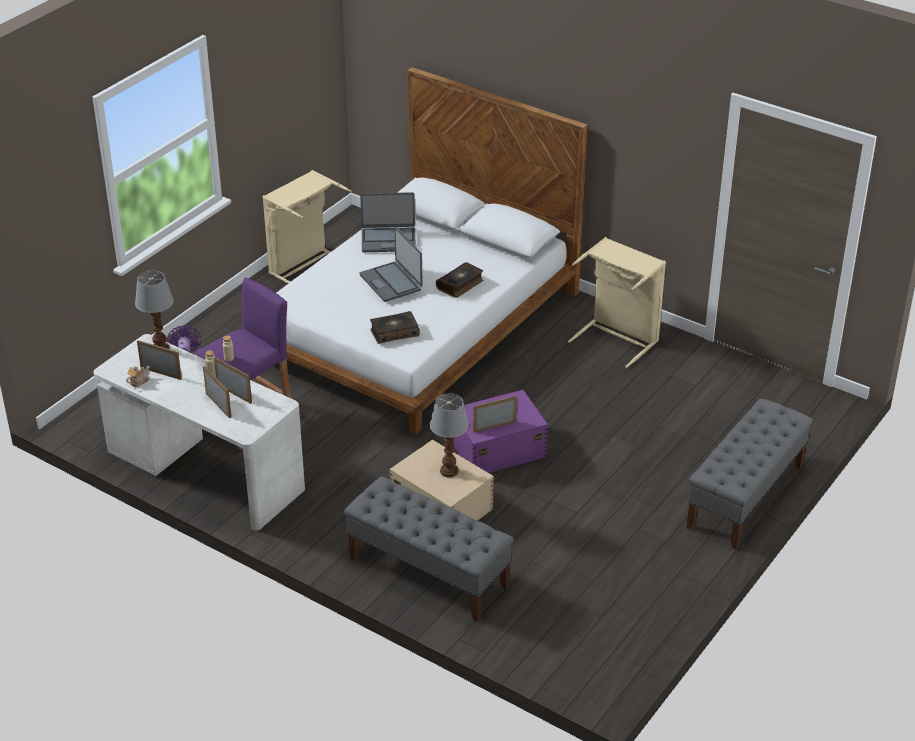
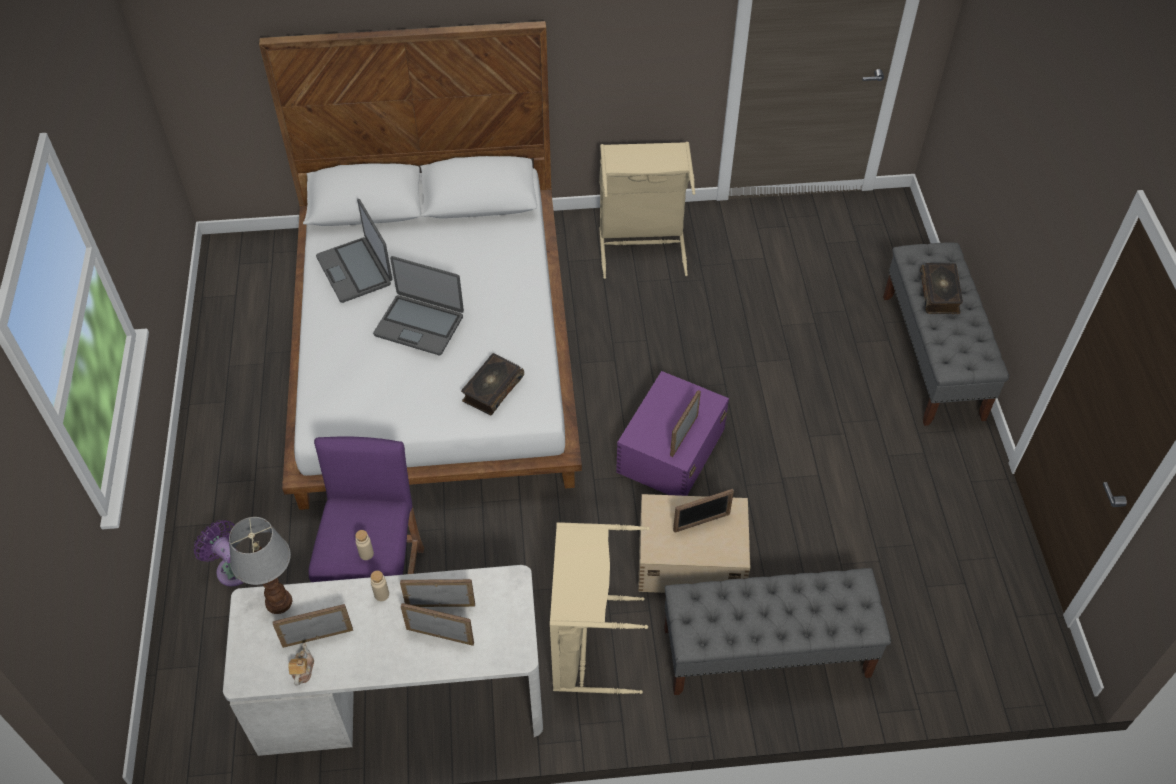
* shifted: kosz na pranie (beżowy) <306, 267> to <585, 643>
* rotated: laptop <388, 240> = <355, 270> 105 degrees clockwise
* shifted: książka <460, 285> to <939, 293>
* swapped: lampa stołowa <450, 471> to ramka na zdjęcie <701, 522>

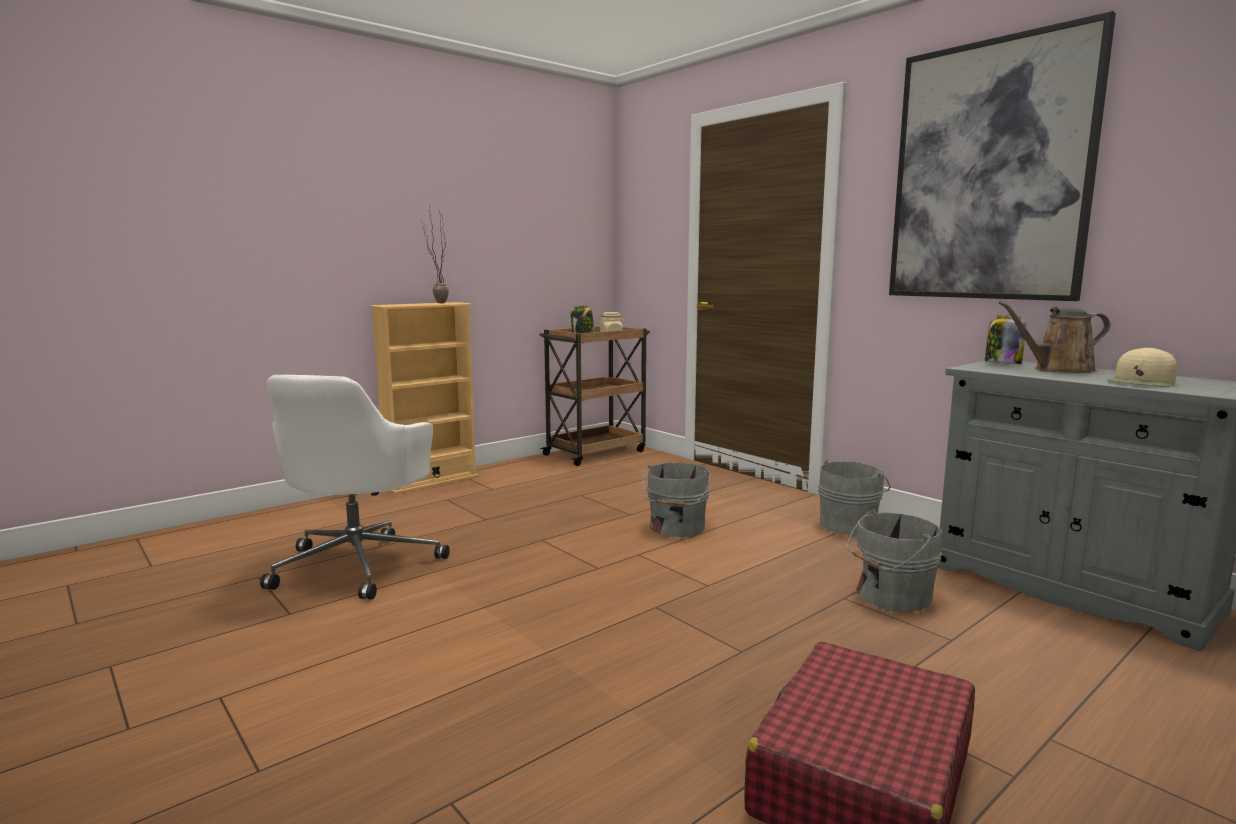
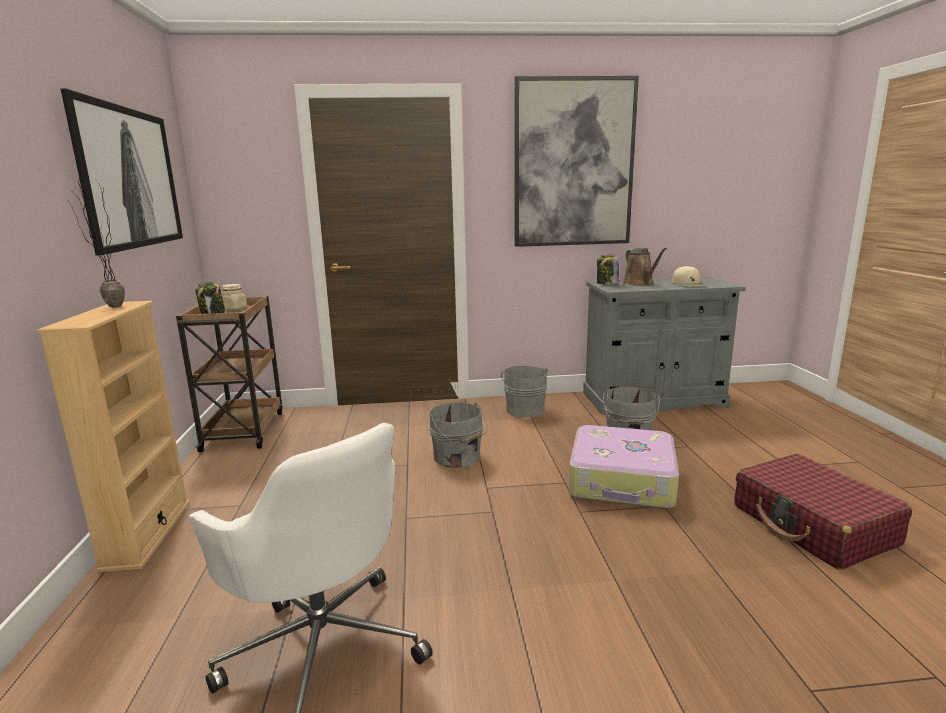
* rotated: konewka (brązowy) <1058, 370> = <640, 283> 45 degrees counterclockwise
* new: obraz <128, 178>
* new: walizka <622, 481>

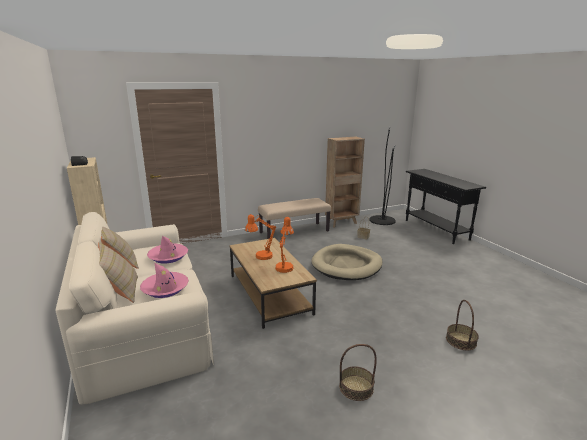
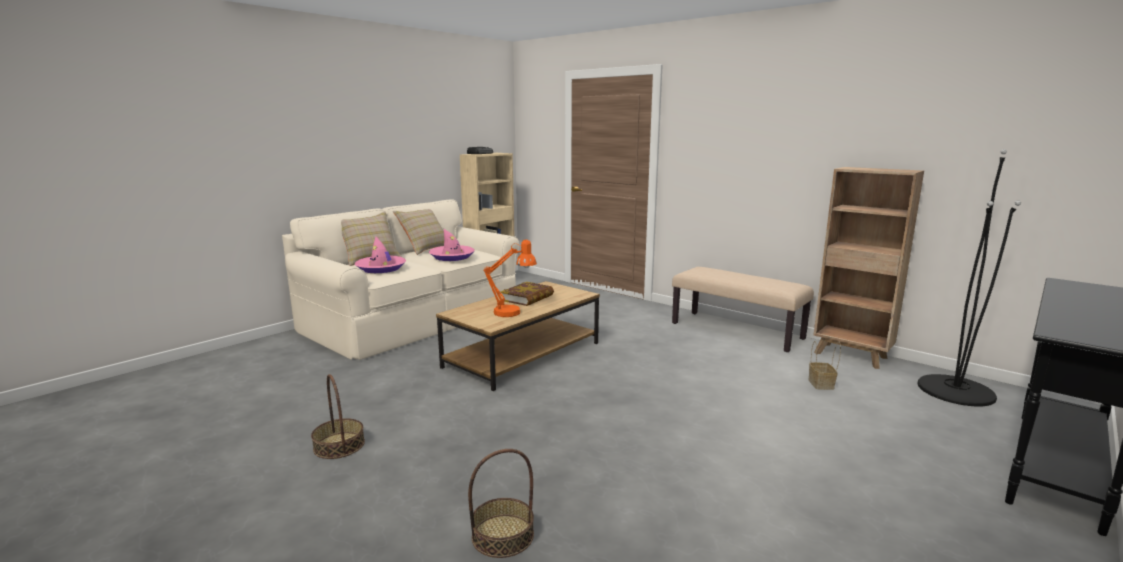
* swapped: lampa stołowa (pomarańczowy) <260, 257> to książka <527, 298>
* gone: legowisko (beżowy) <347, 265>

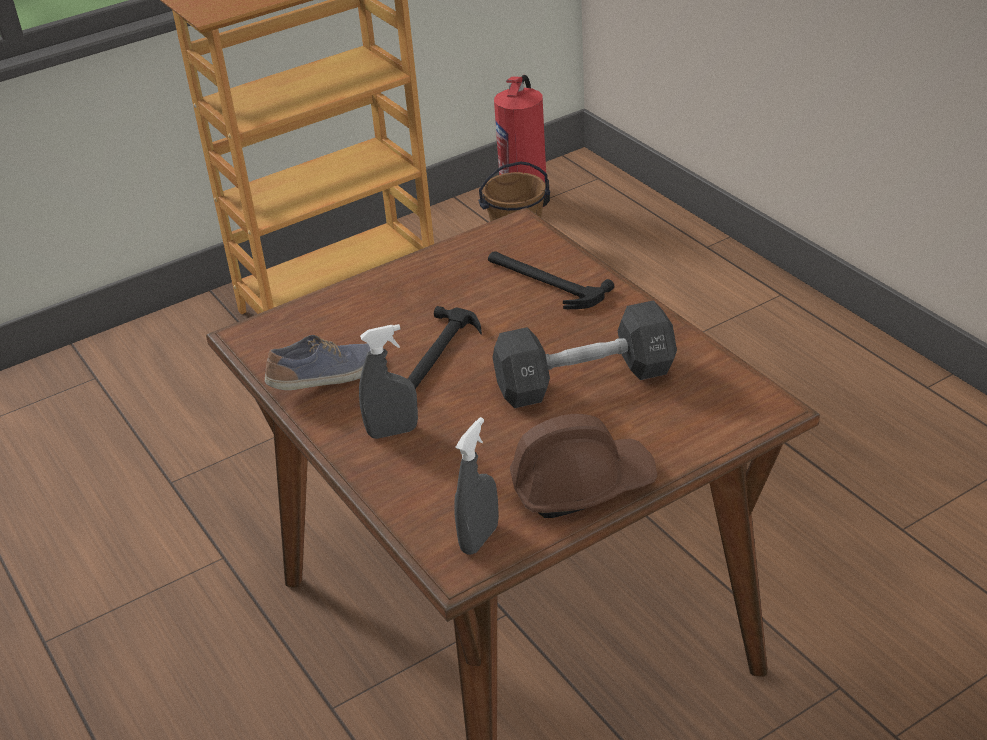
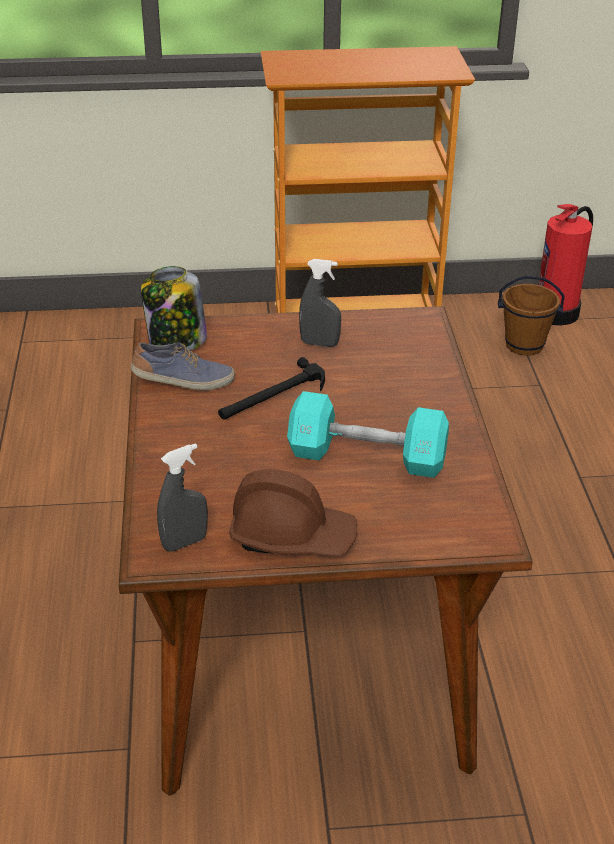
* gone: młotek <543, 282>
* repainted: hantel (czarny) <585, 380> to hantel (turkusowy) <367, 456>
* shifted: spryskiwacz (szary) <392, 432> to <319, 343>
* new: słoik <176, 341>

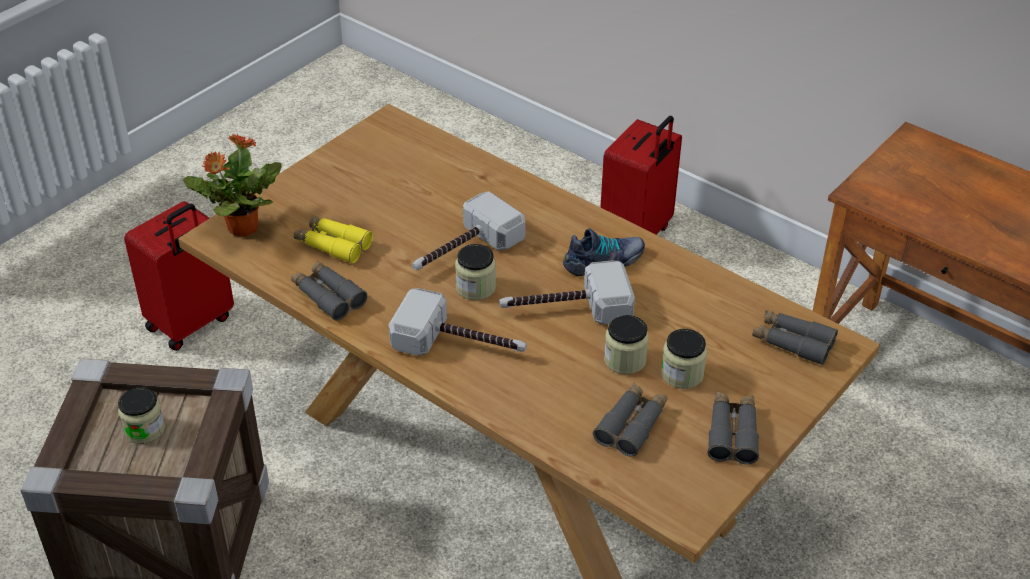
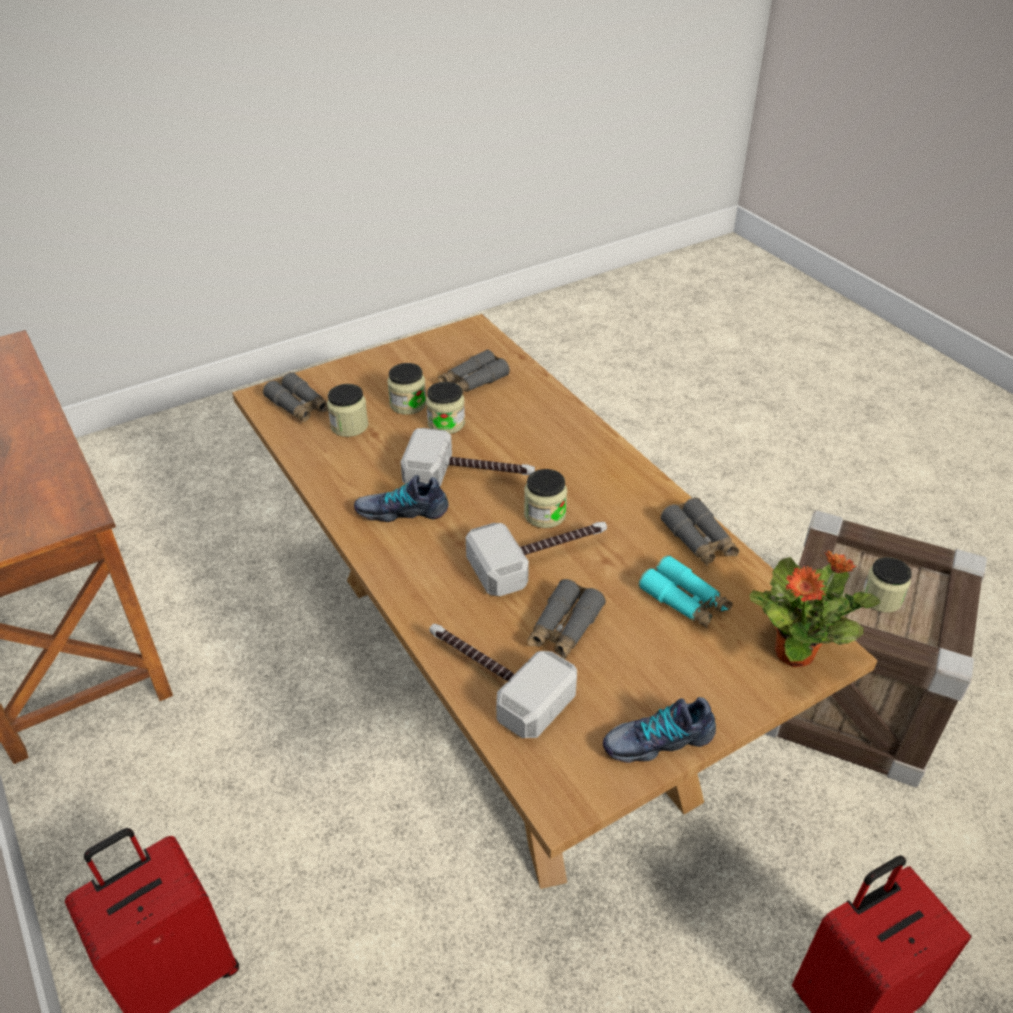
* repainted: lornetka (żółty) <333, 245> to lornetka (turkusowy) <684, 601>
* shifted: młotek <461, 344> to <493, 678>
* shifted: lornetka (szary) <732, 433> to <564, 628>
* new: słoik <349, 426>
* new: but <657, 740>

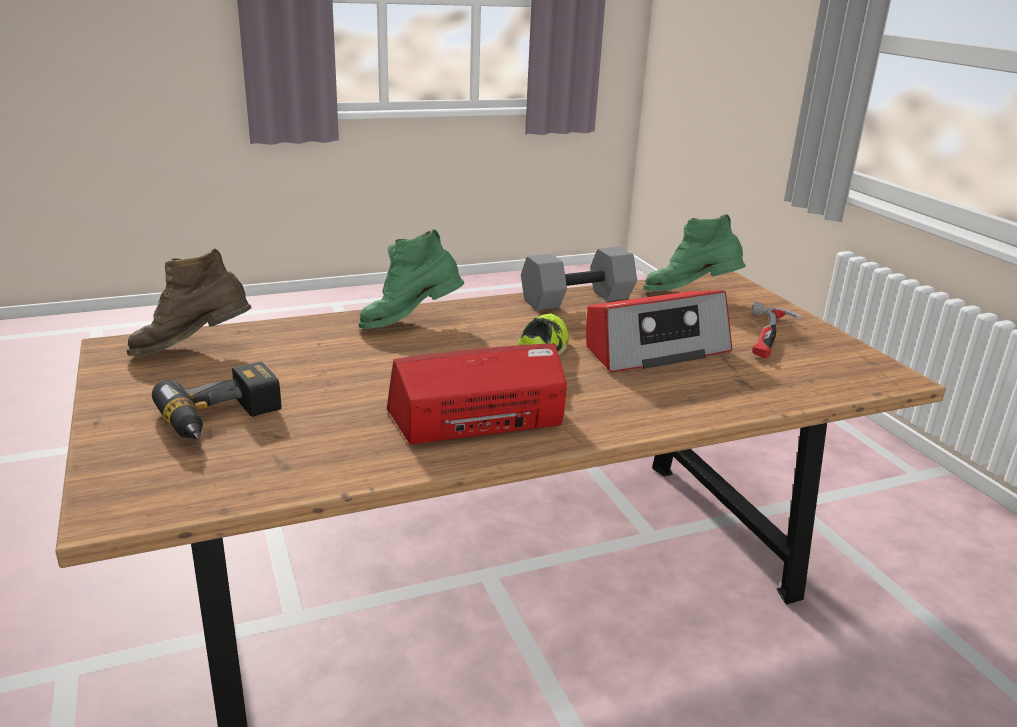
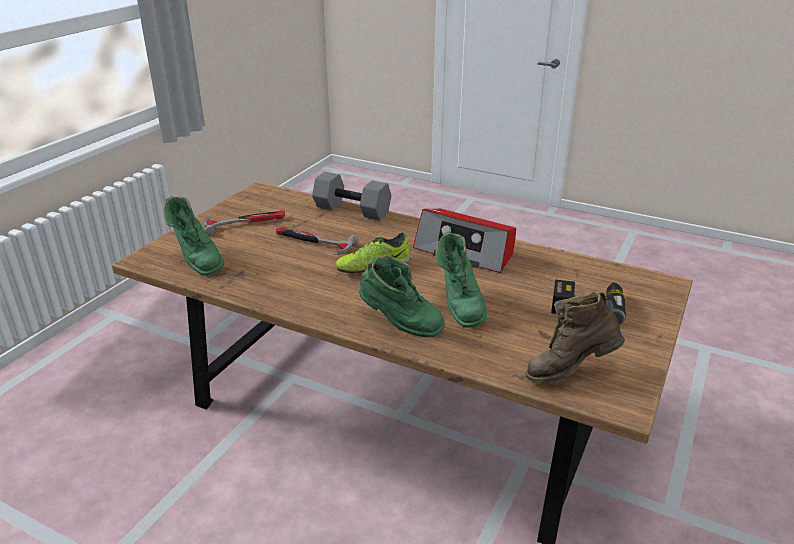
* shifted: hantel (szary) <577, 299> to <351, 210>
* rotated: but z cholewką (brązowy) <193, 351> = <569, 371> 135 degrees clockwise
* swapped: radio <654, 349> to młotek <313, 243>
* new: but z cholewką (zielony) <459, 306>

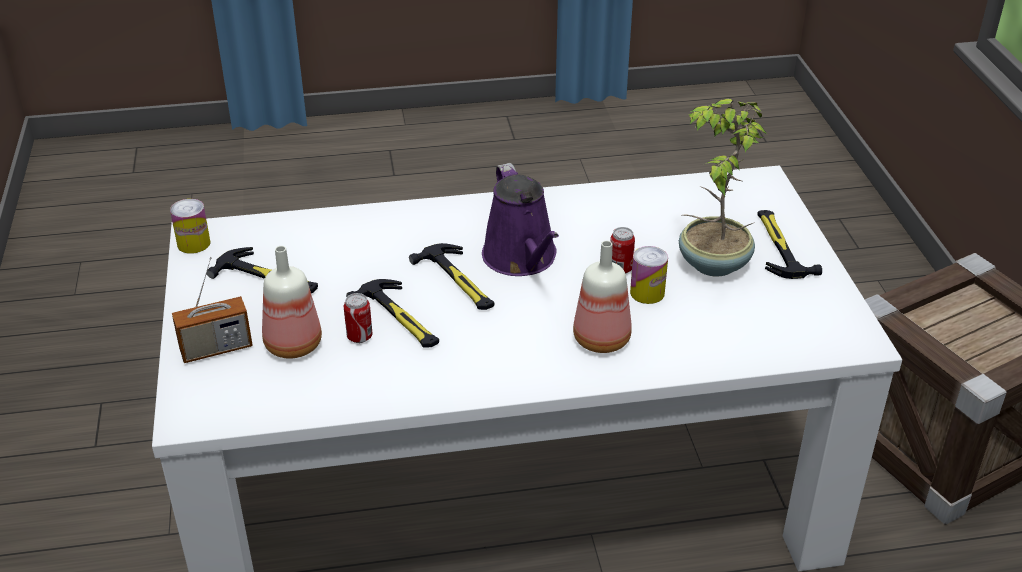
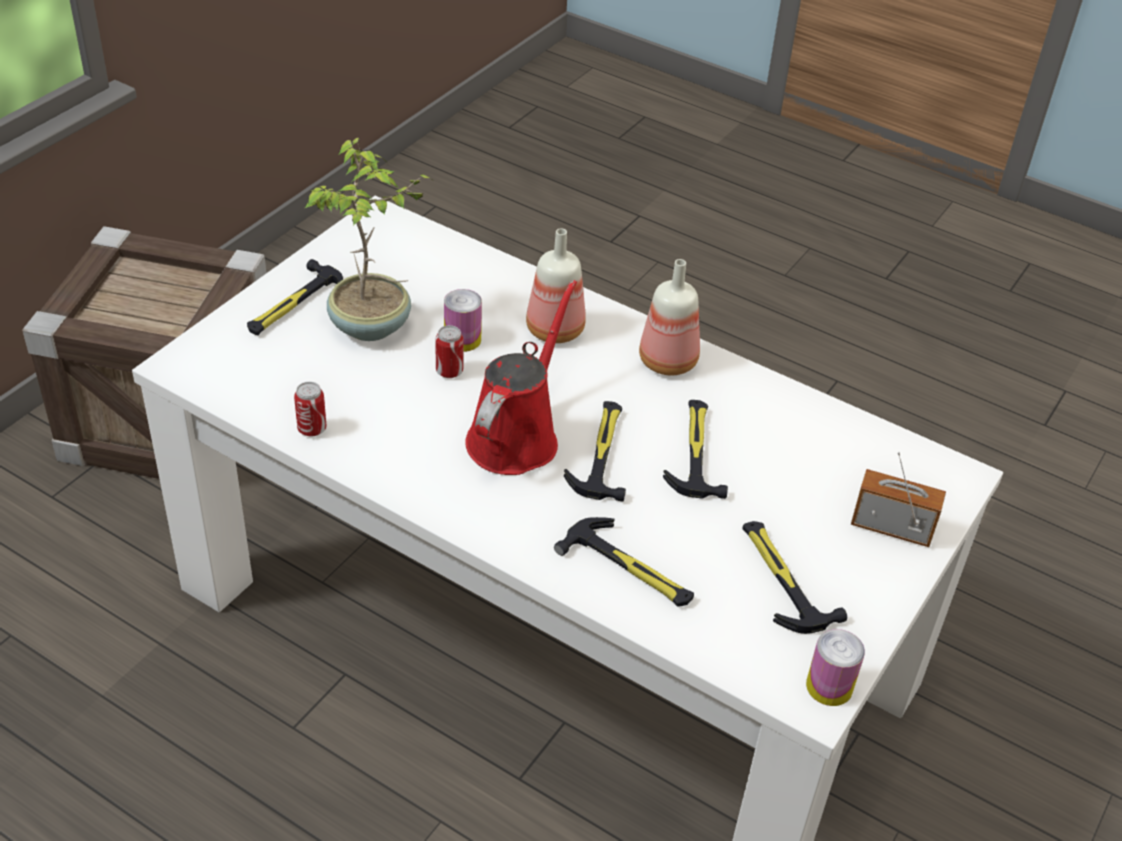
* repainted: konewka (fioletowy) <522, 259> to konewka (czerwony) <516, 436>
* shifted: butelka <292, 346> to <669, 361>
* shifted: puszka <359, 337> to <312, 429>
* new: młotek <629, 568>

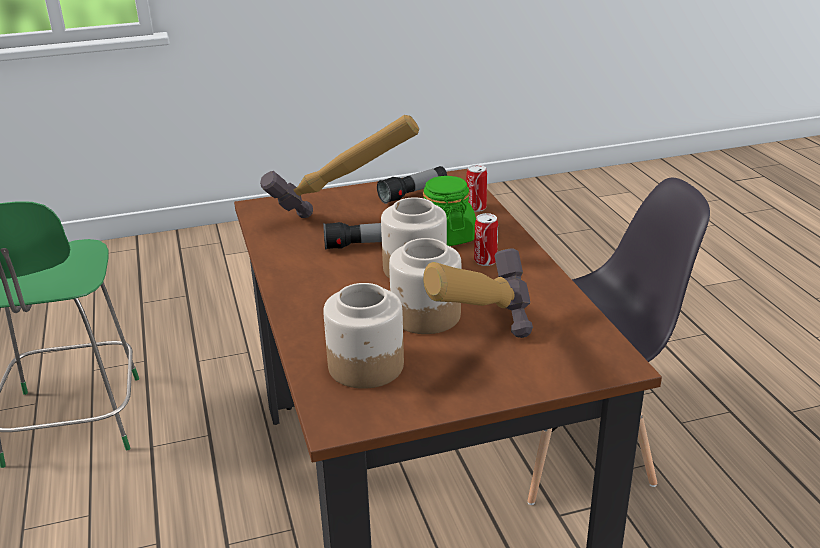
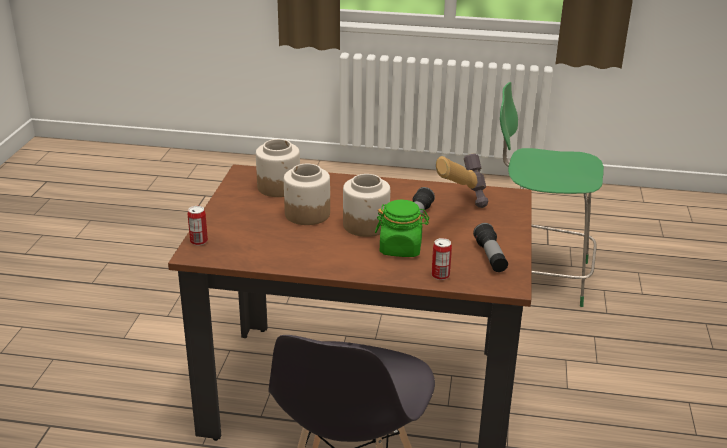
* shifted: puszka <485, 261> to <199, 241>
* gone: młotek <475, 354>

